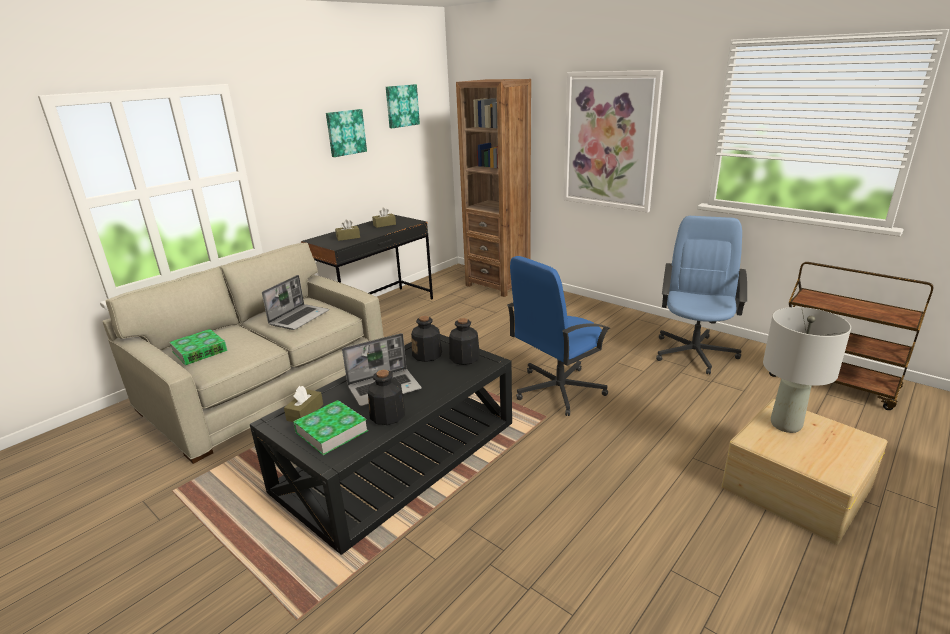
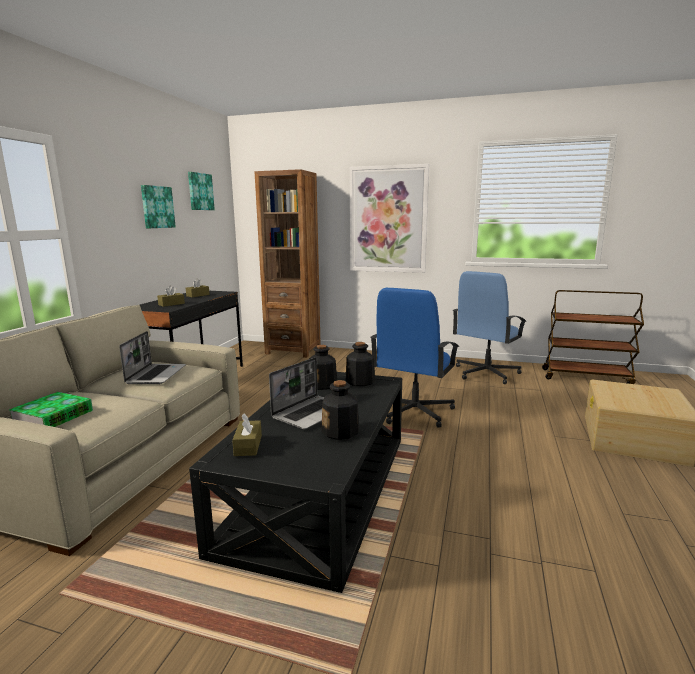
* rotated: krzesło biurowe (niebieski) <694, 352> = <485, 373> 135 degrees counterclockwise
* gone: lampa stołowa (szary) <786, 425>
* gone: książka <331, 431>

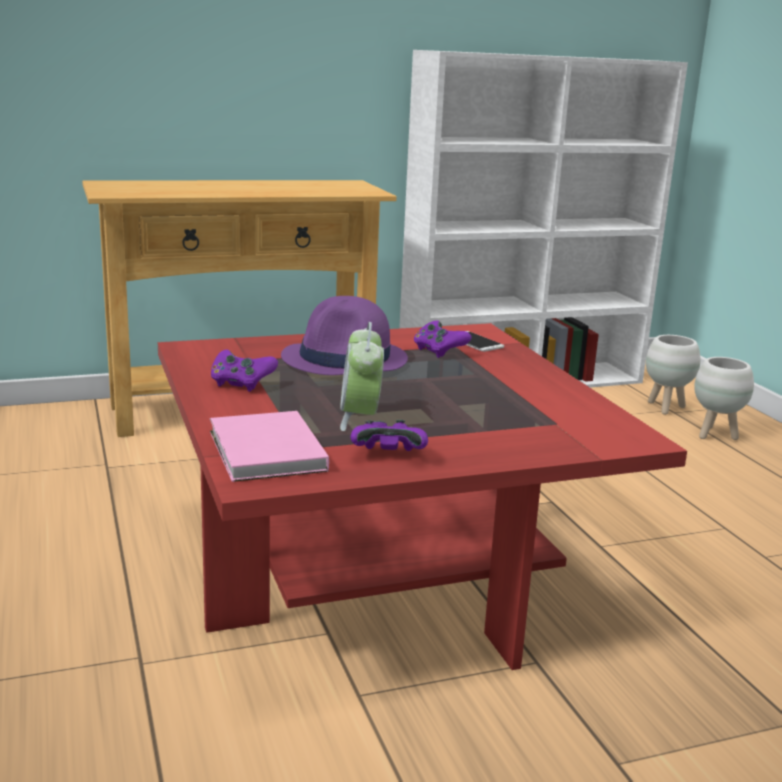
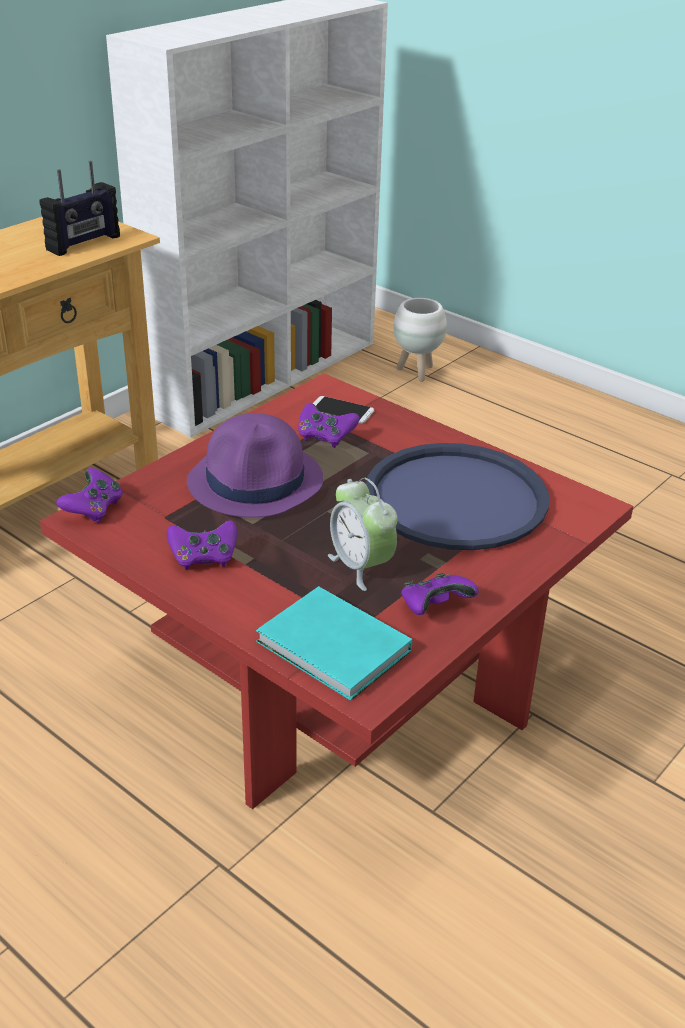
* gone: donica (biały) <715, 435>
* repainted: książka (różowy) <265, 452> to książka (turkusowy) <335, 649>
* new: radio <84, 243>
* new: taca (niebieski) <456, 498>
* new: pad do gier (fioletowy) <94, 510>

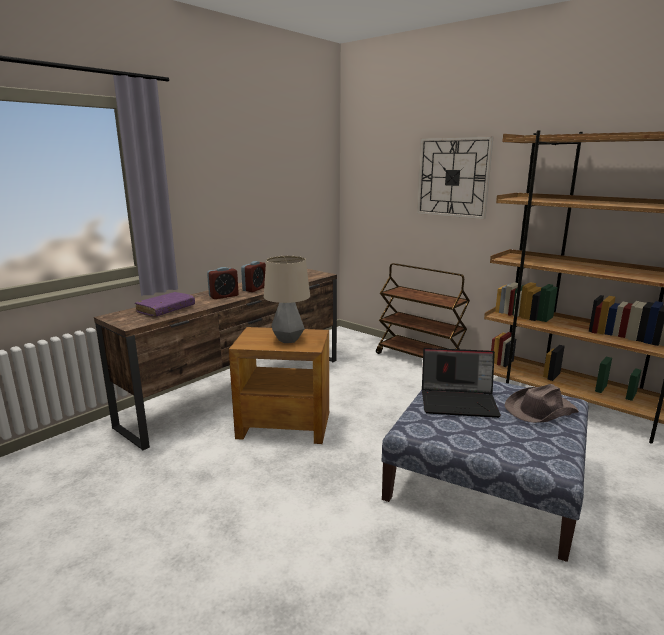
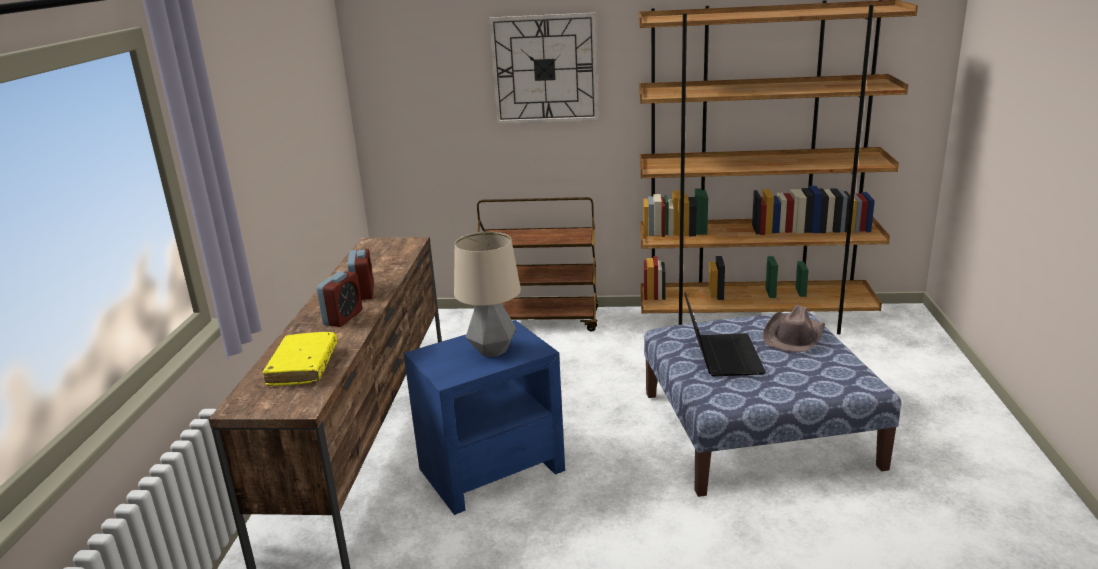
* repainted: książka (fioletowy) <166, 309> to książka (żółty) <303, 367>
* repainted: stolik (brązowy) <283, 424> to stolik (niebieski) <490, 469>
* rotated: laptop <459, 402> = <721, 355> 60 degrees counterclockwise

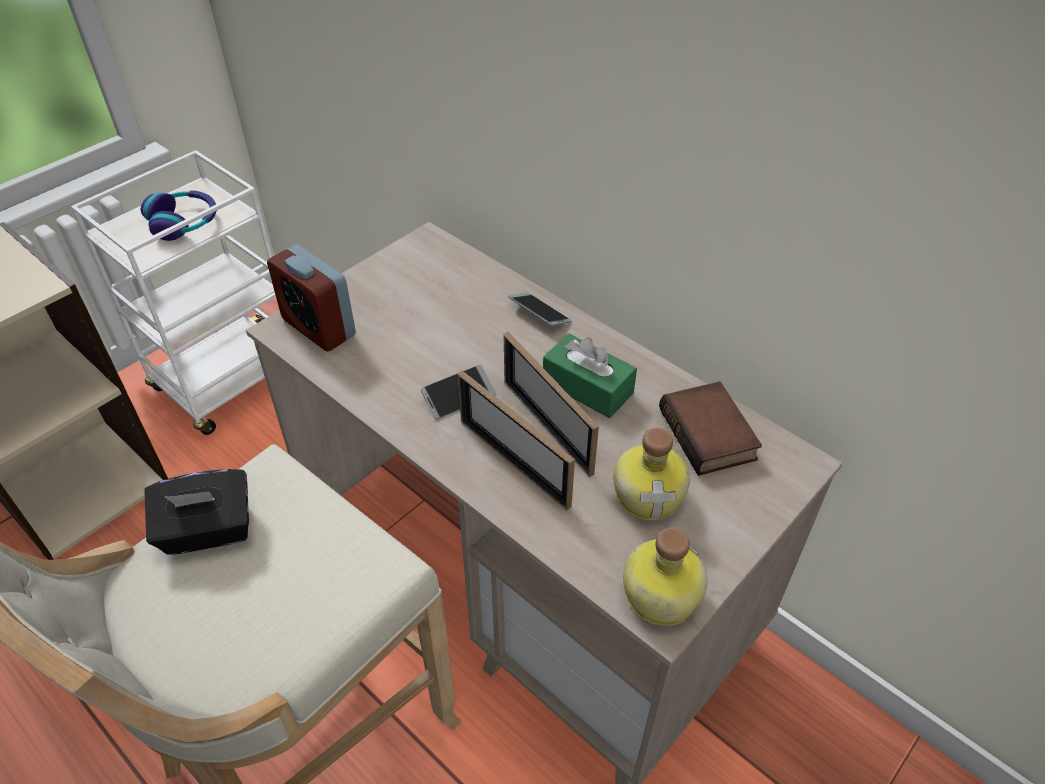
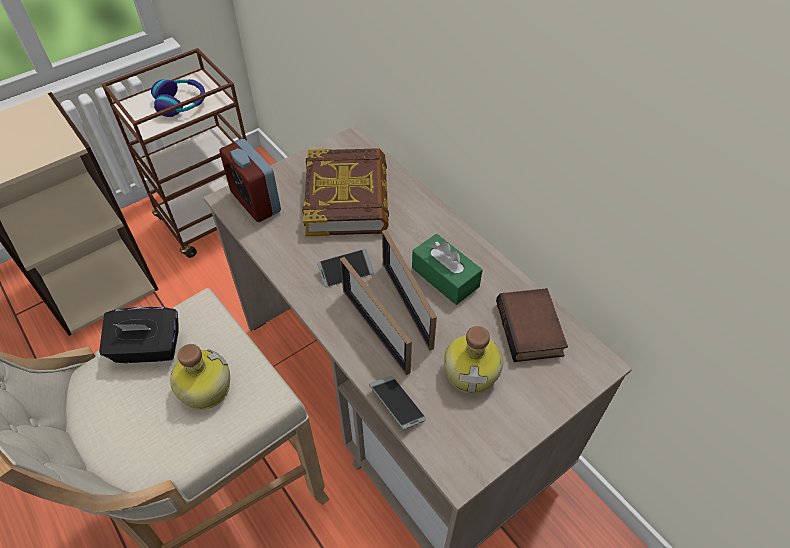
* repainted: wózek (biały) <231, 381> to wózek (brązowy) <213, 219>
* shifted: telefon <539, 314> to <397, 405>
* shifted: butelka <658, 595> to <203, 388>
* new: książka <347, 198>

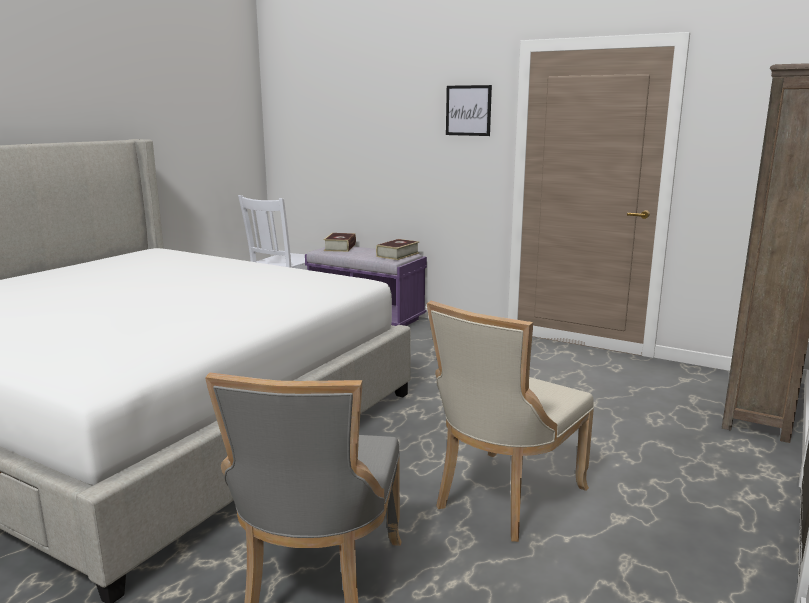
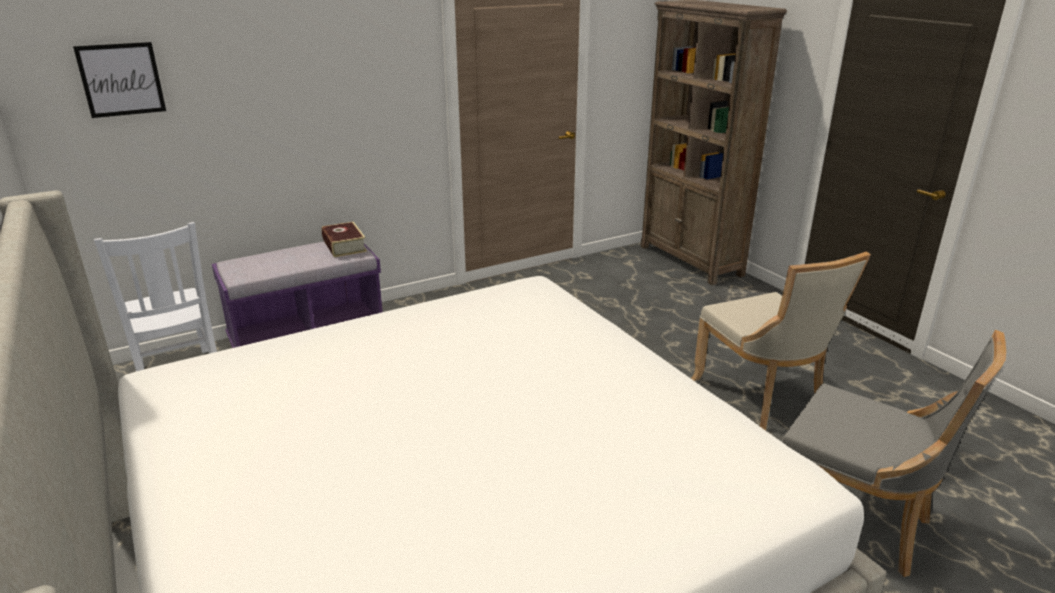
* shifted: obraz <468, 110> to <121, 79>
* gone: książka <340, 247>

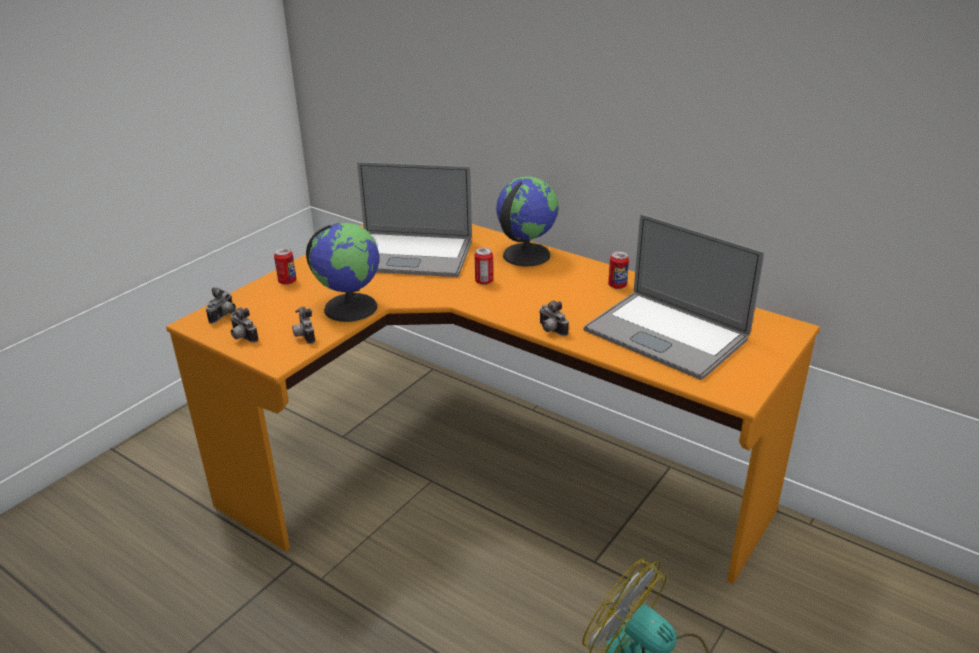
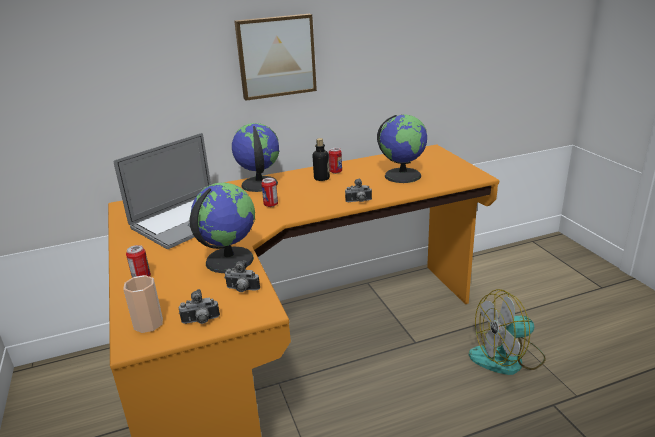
* swapped: laptop <665, 334> to globus <402, 175>
* swapped: aparat fotograficzny <224, 316> to filiżanka <148, 324>
* new: obraz <276, 56>
* new: butelka <321, 178>

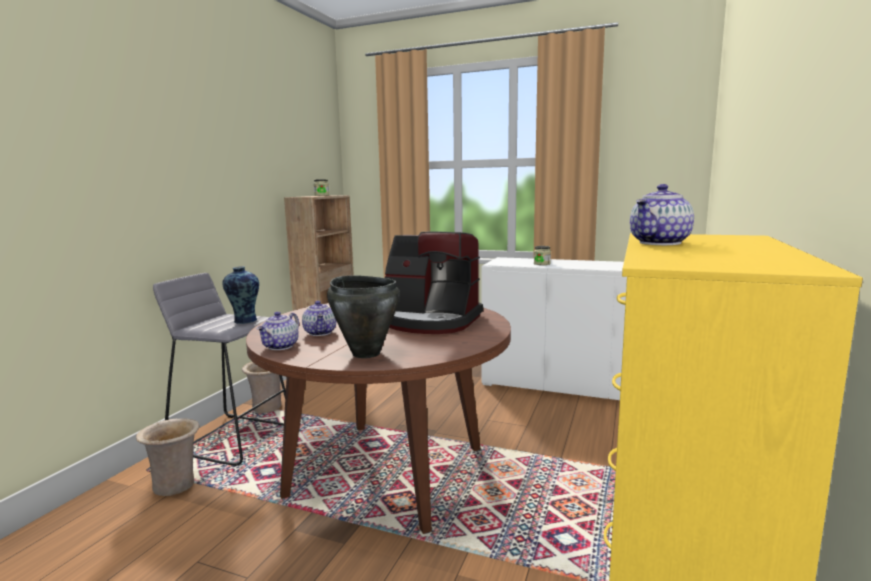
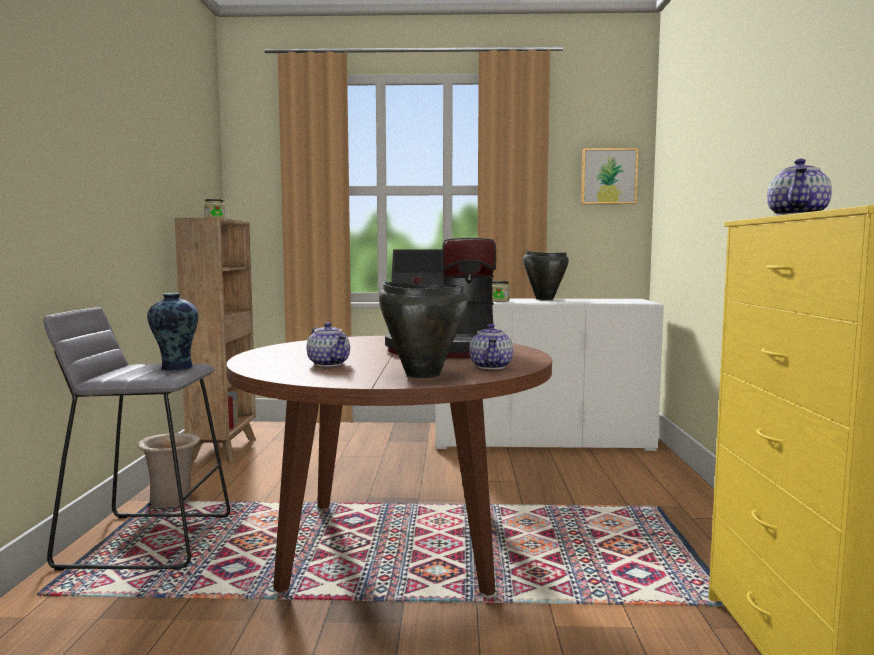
* shifted: imbryk <281, 346> to <492, 367>
* gone: wazon (beżowy) <175, 485>
* new: obraz <608, 176>
* new: garnek (czarny) <544, 299>

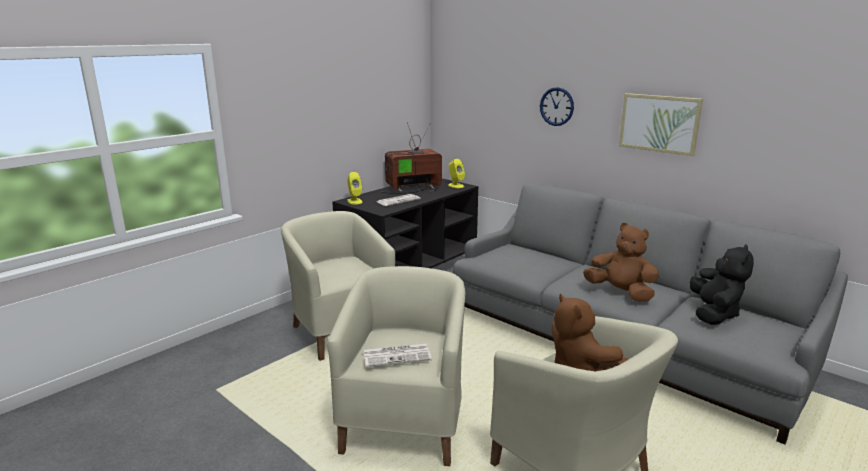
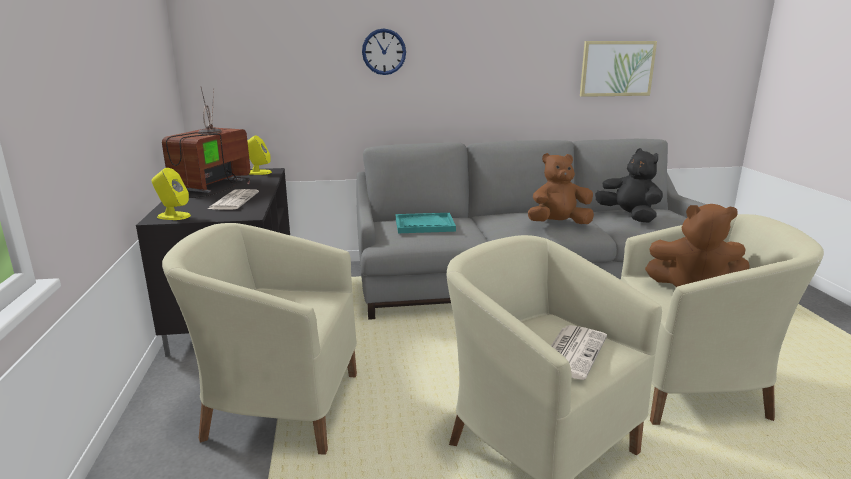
* shifted: obraz <659, 123> to <616, 68>
* new: taca (turkusowy) <424, 225>

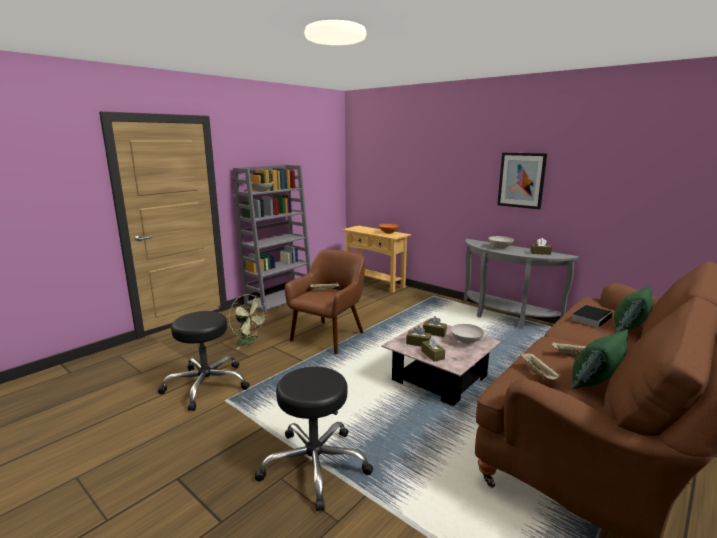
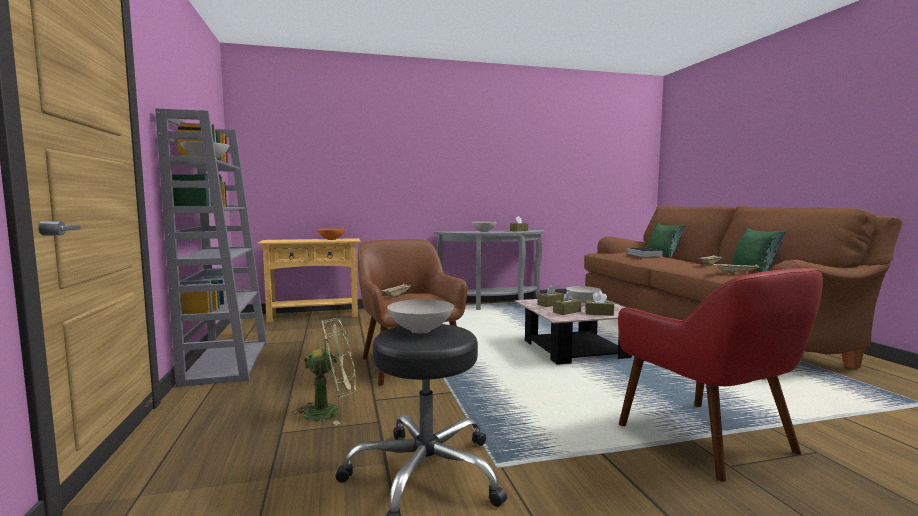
* gone: obraz <521, 180>
* swapped: stołek (czarny) <315, 465> to fotel (czerwony) <708, 439>
* new: miska (biały) <420, 330>

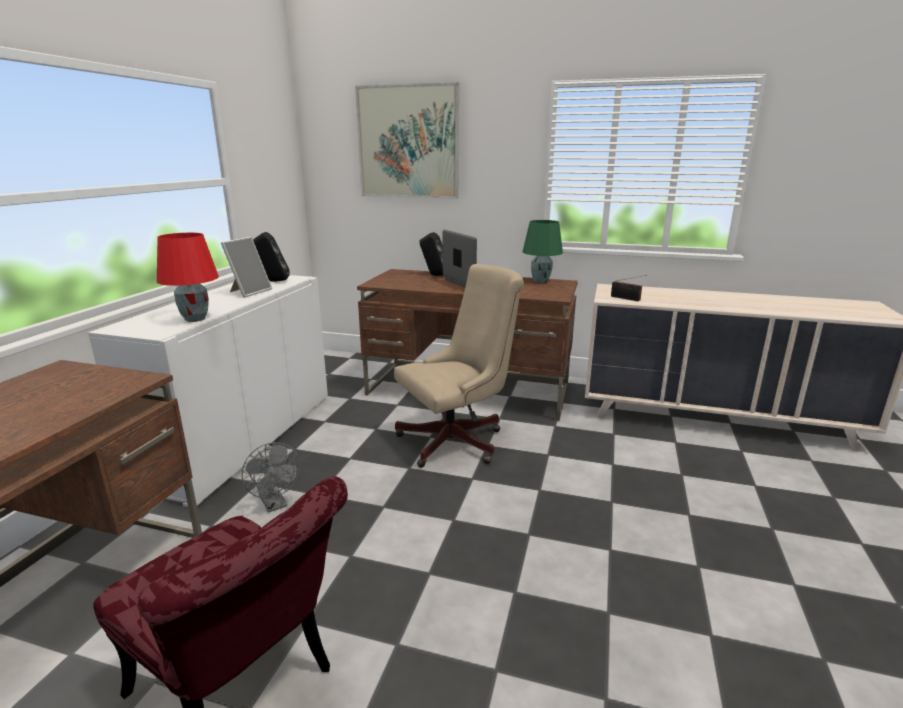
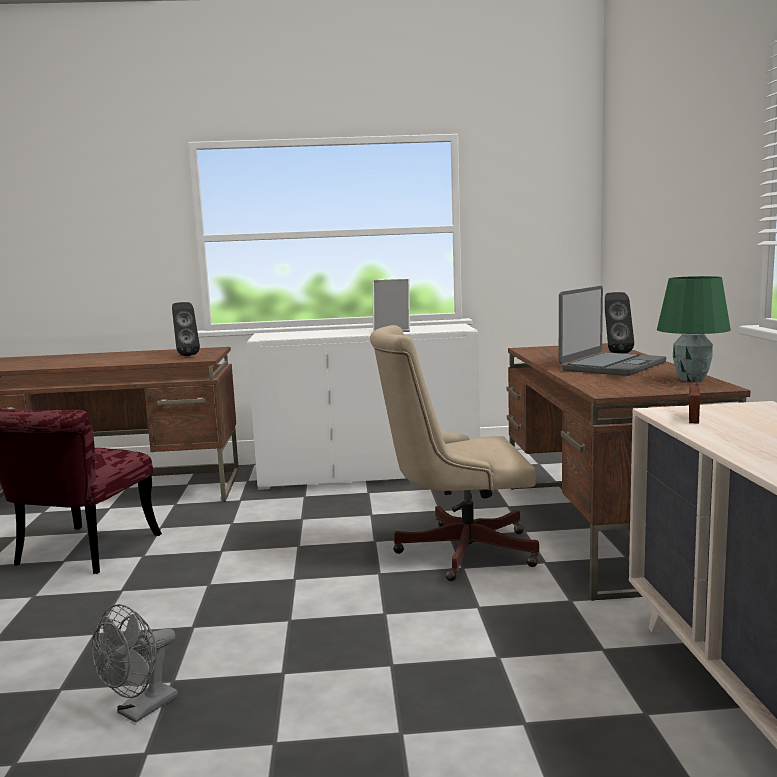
* gone: obraz <408, 142>
* shifted: głośnik (czarny) <272, 281> to <186, 355>
* gone: lampa stołowa (czerwony) <195, 319>
* rotated: krzesło biurowe (beżowy) <458, 440> = <457, 551> 135 degrees clockwise
* shifted: wentylator (szary) <275, 504> to <140, 710>

